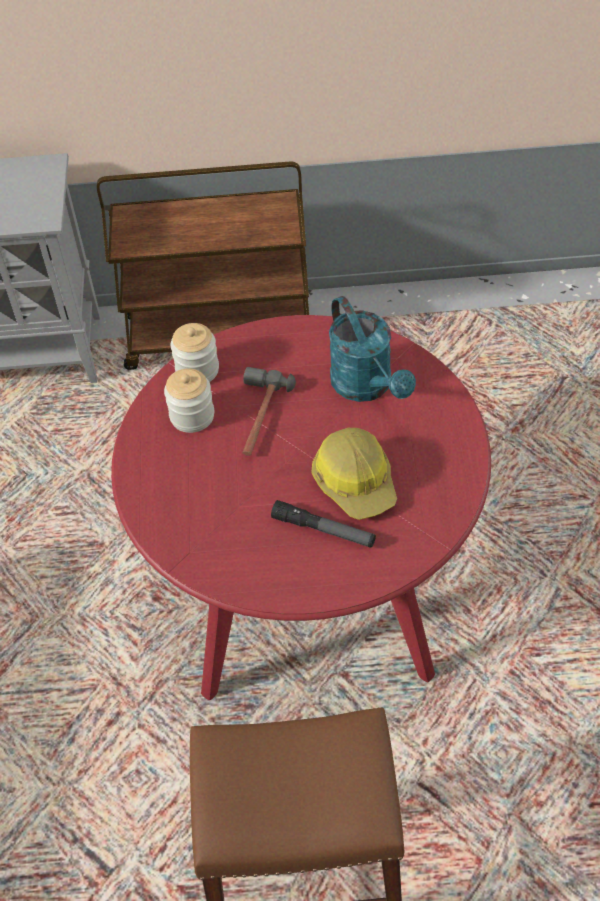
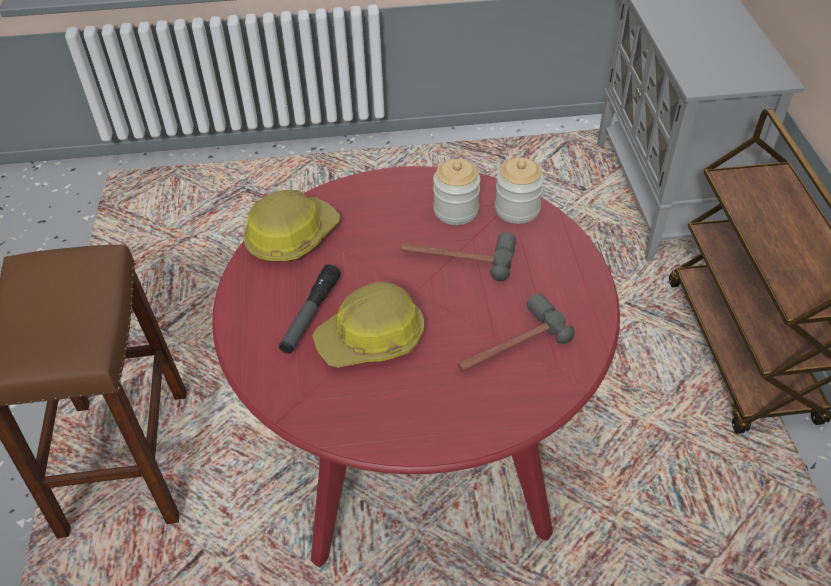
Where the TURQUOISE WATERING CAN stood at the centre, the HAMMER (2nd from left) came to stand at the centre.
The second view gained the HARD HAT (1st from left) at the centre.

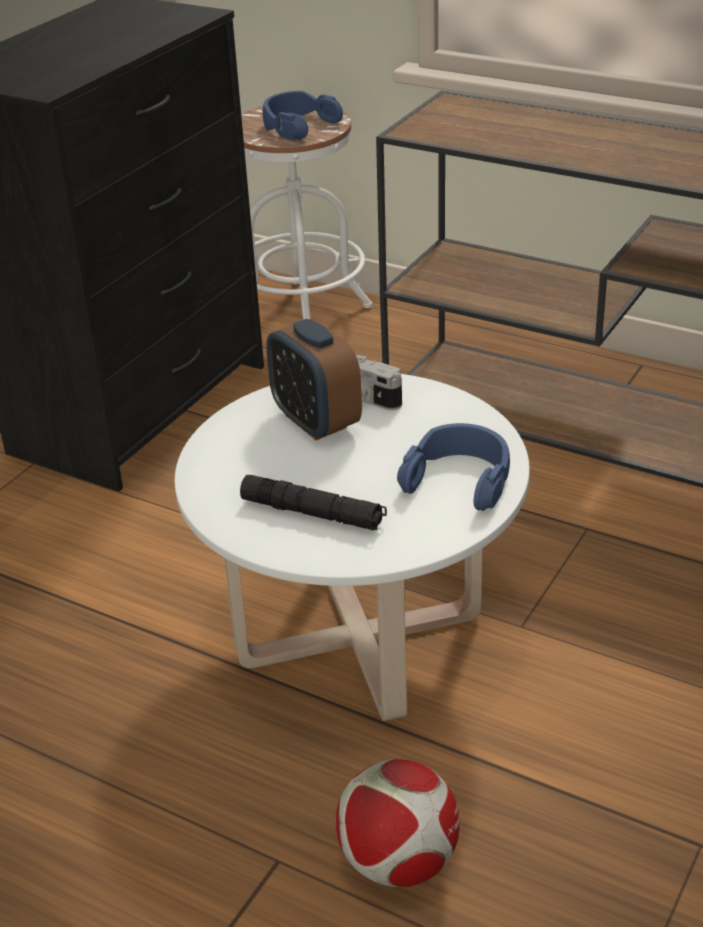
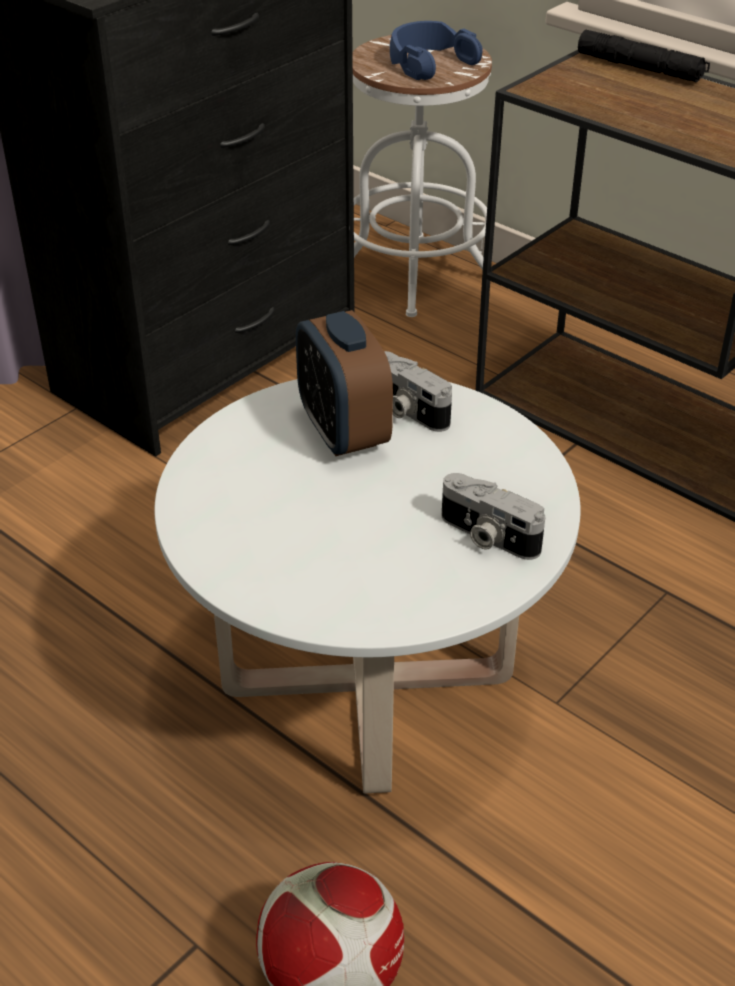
The BLACK FLASHLIGHT ended up elsewhere, having gone from the centre to the top right.
Where the BLUE HEADPHONES (2nd from left) stood at the centre, the PHOTO CAMERA (2nd from left) came to stand at the middle right.

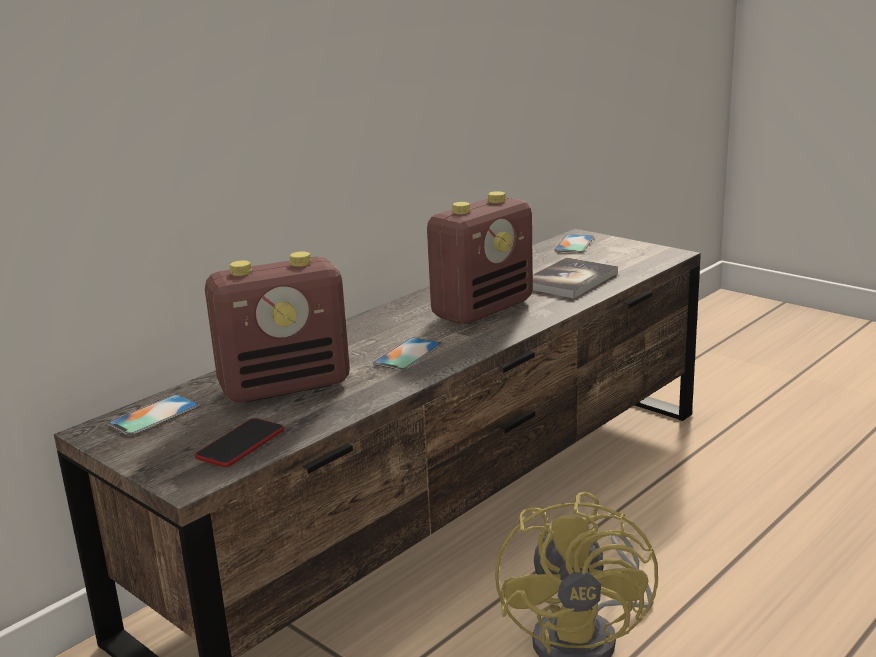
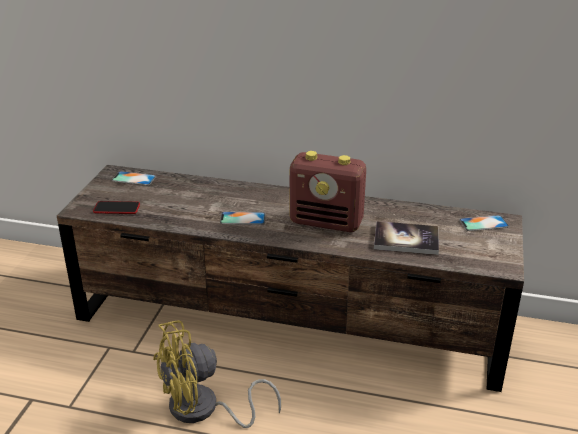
The second view lost the RADIO (1st from left) at the middle left.

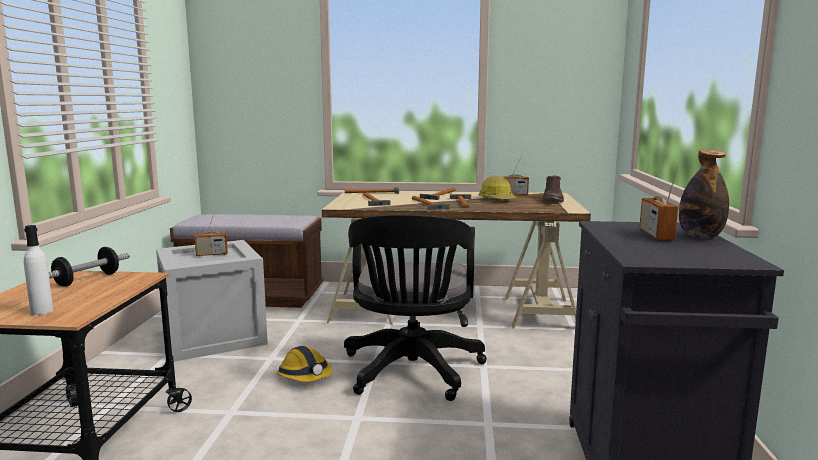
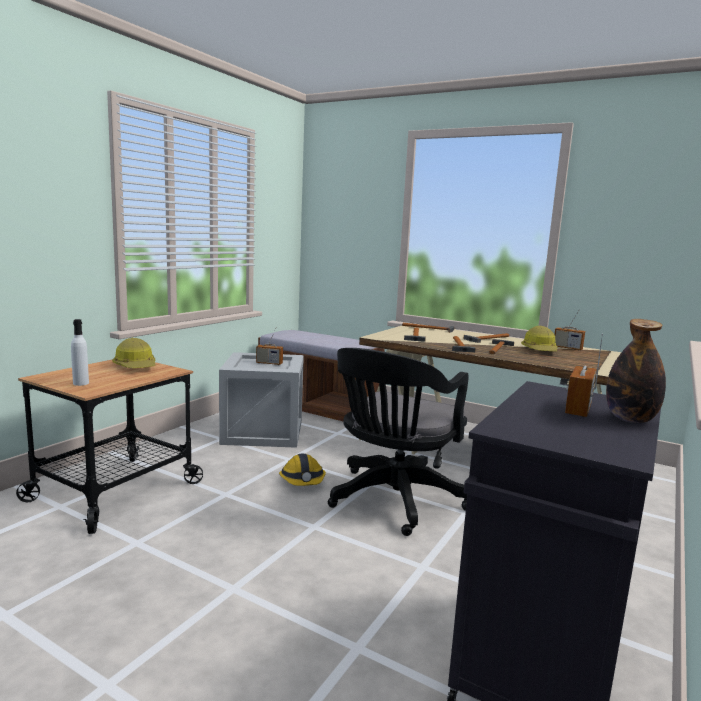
Where the DUMBBELL stood at the middle left, the HARD HAT (1st from left) came to stand at the middle left.
The second view lost the BROWN BOOT at the middle right.

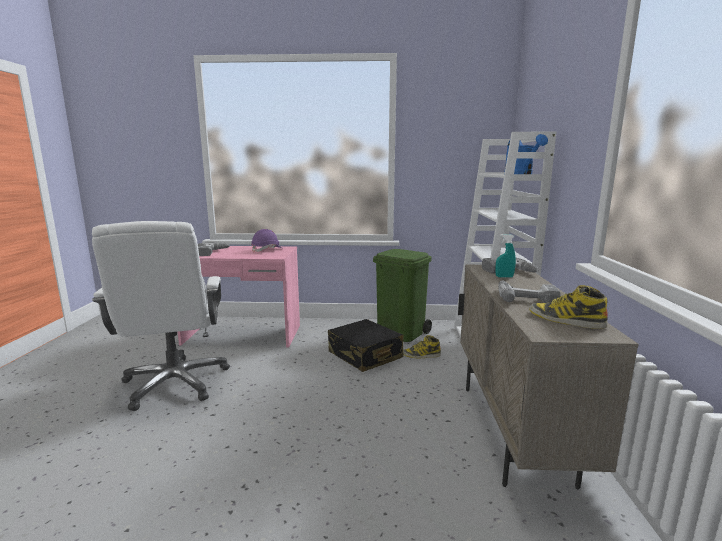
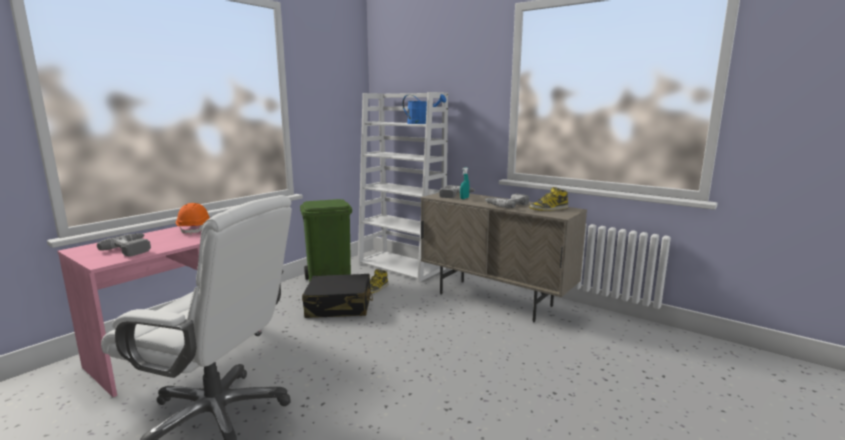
What was the PURPLE HARD HAT at the centre turned into the ORANGE HARD HAT at the middle left.

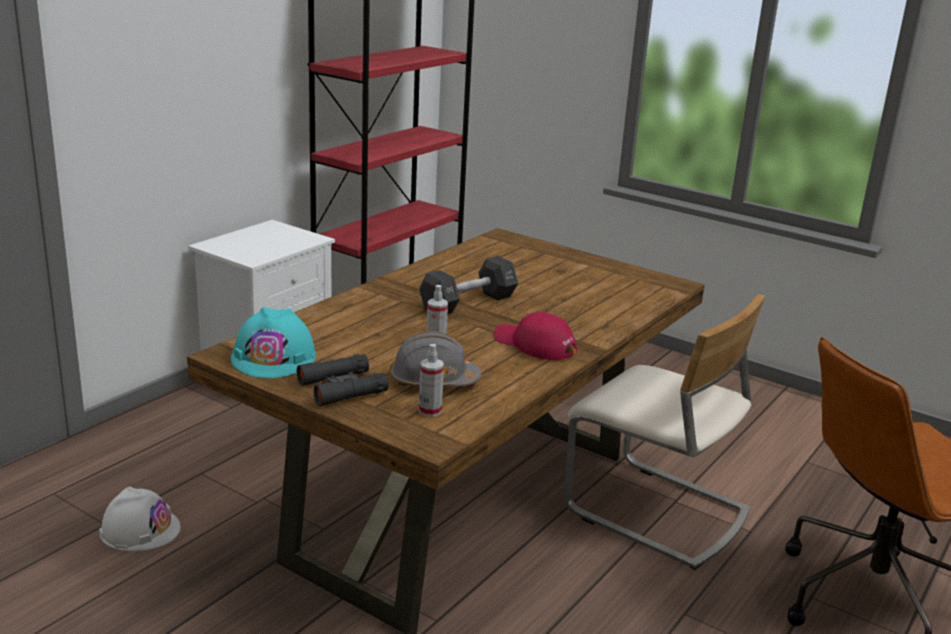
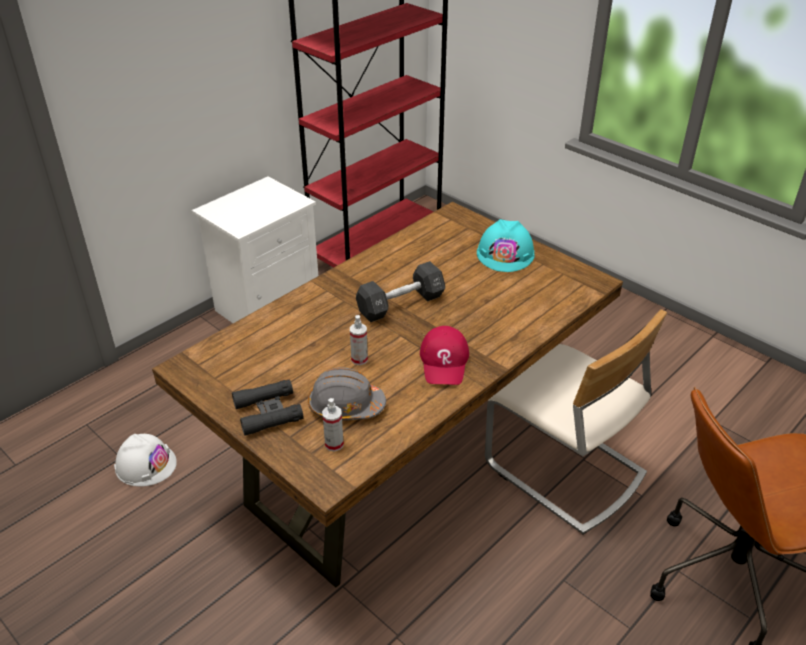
The TURQUOISE HARD HAT ended up elsewhere, having gone from the middle left to the centre.
The RED CAP at the centre ended up facing another way, 135 degrees counterclockwise from before.

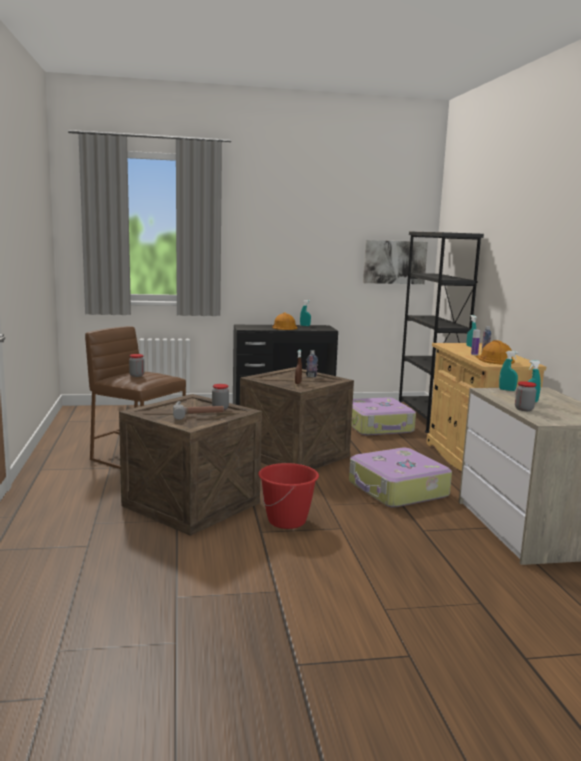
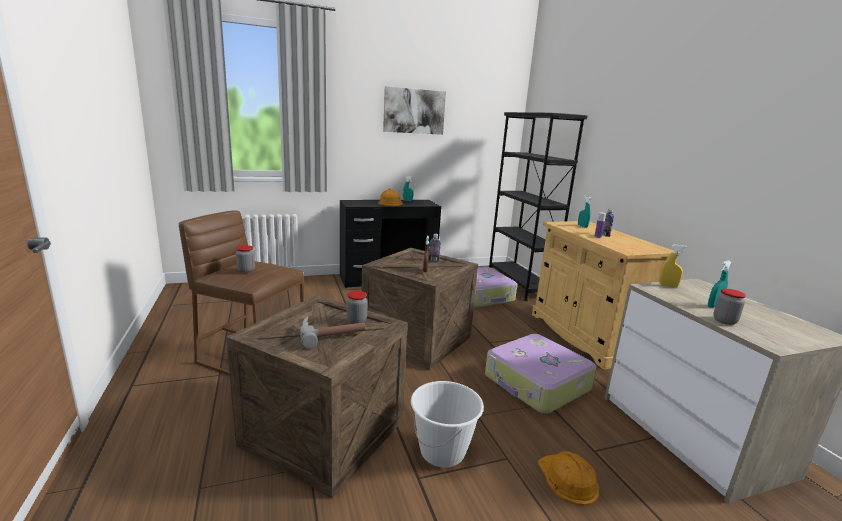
What was the RED BUCKET at the centre turned into the WHITE BUCKET at the bottom centre.
The PICTURE ended up elsewhere, having gone from the middle right to the top centre.
The ORANGE HARD HAT (2nd from left) ended up elsewhere, having gone from the middle right to the bottom right.
What was the TURQUOISE SPRAY BOTTLE (3rd from left) at the middle right turned into the YELLOW SPRAY BOTTLE at the middle right.

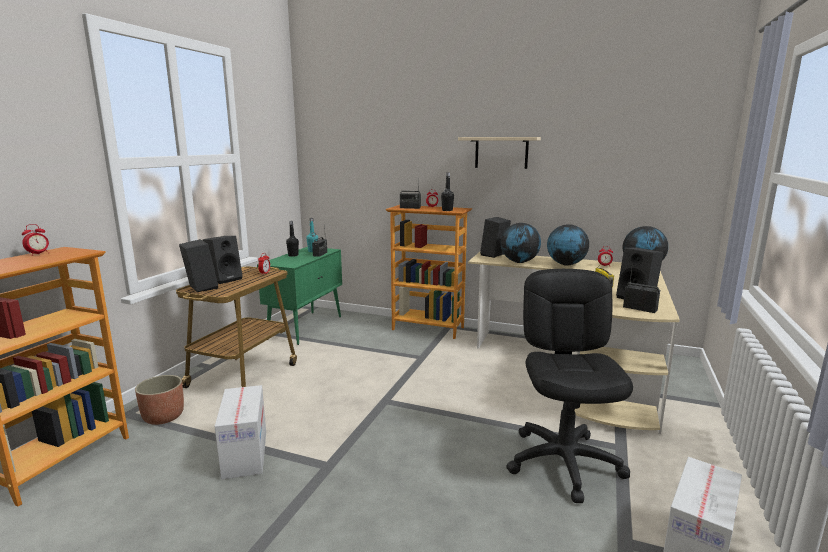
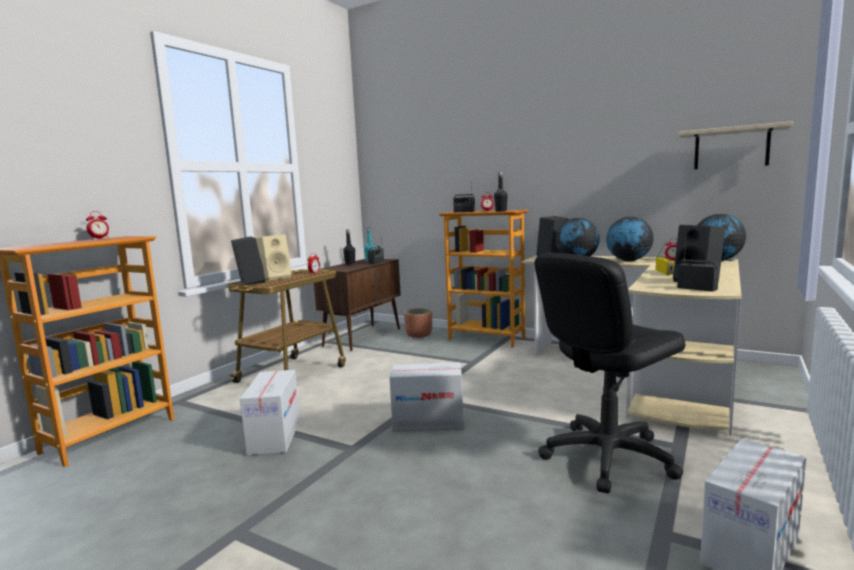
The PLANTER ended up elsewhere, having gone from the bottom left to the centre.
What was the BLACK SPEAKER (2nd from left) at the middle left turned into the BEIGE SPEAKER at the middle left.
What was the GREEN CABINET at the centre turned into the BROWN CABINET at the centre.
The BEIGE SHELF ended up elsewhere, having gone from the top centre to the top right.
The BLACK OFFICE CHAIR at the bottom right ended up facing another way, 135 degrees counterclockwise from before.
The second view gained the CARDBOARD BOX (2nd from left) at the bottom centre.

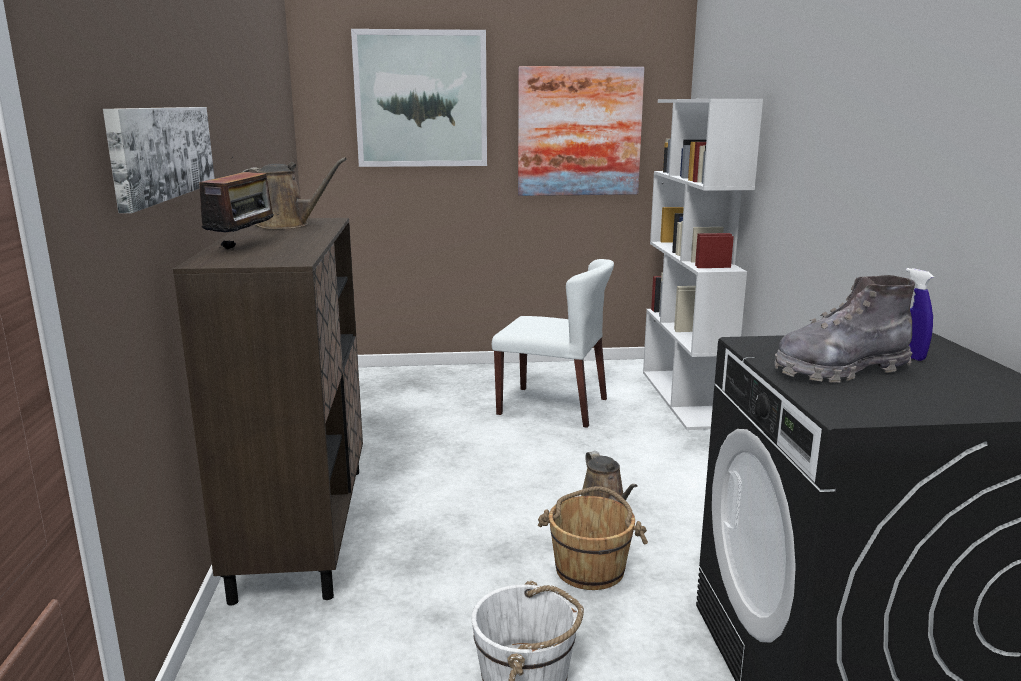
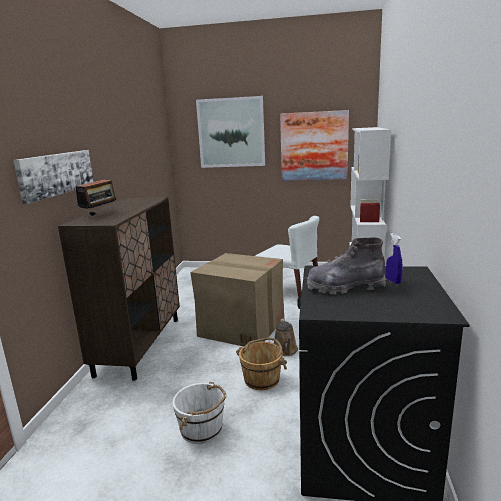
The second view lost the BROWN WATERING CAN (1st from left) at the top left.
The second view gained the CARDBOARD BOX at the centre.

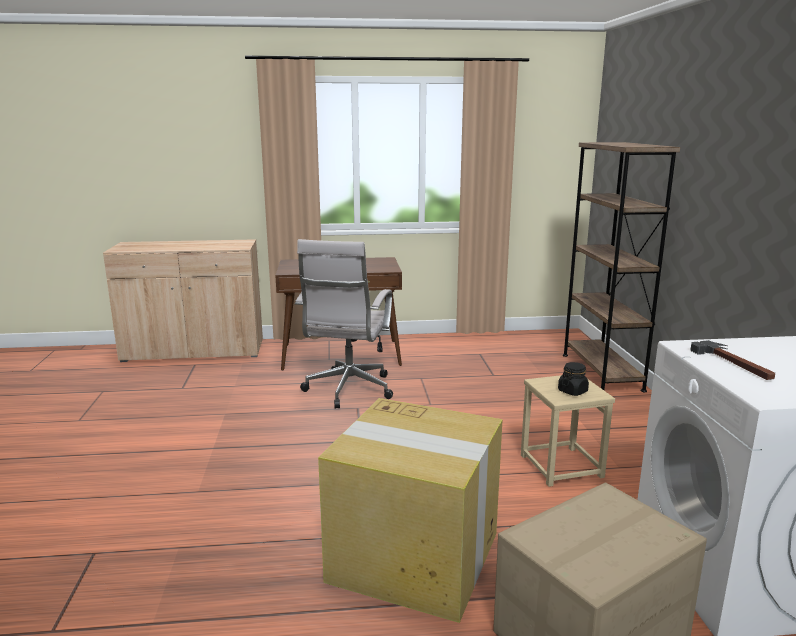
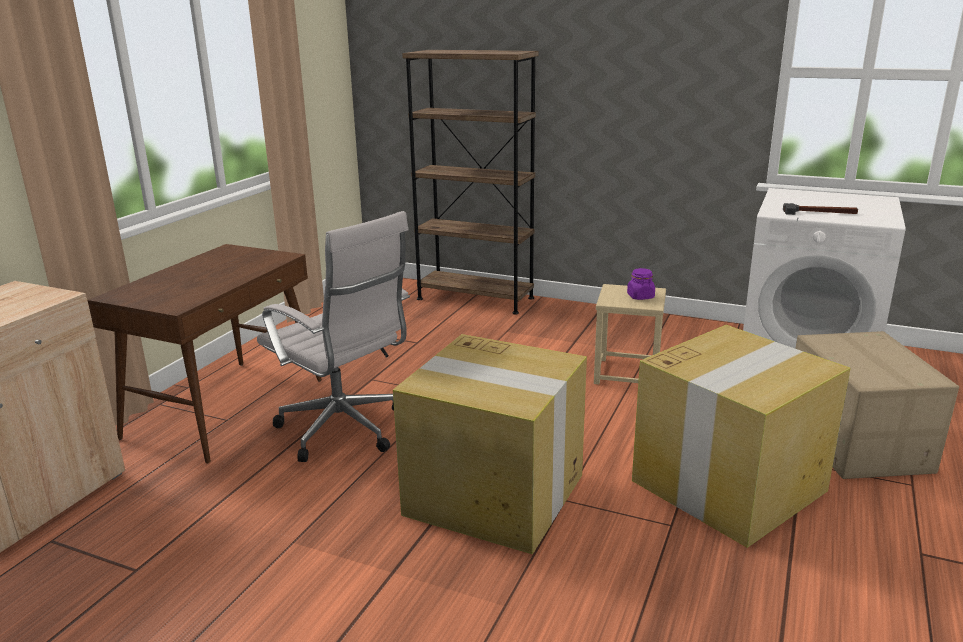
What was the BLACK JAR at the middle right turned into the PURPLE JAR at the centre.
The second view gained the CARDBOARD BOX (1st from left) at the bottom centre.

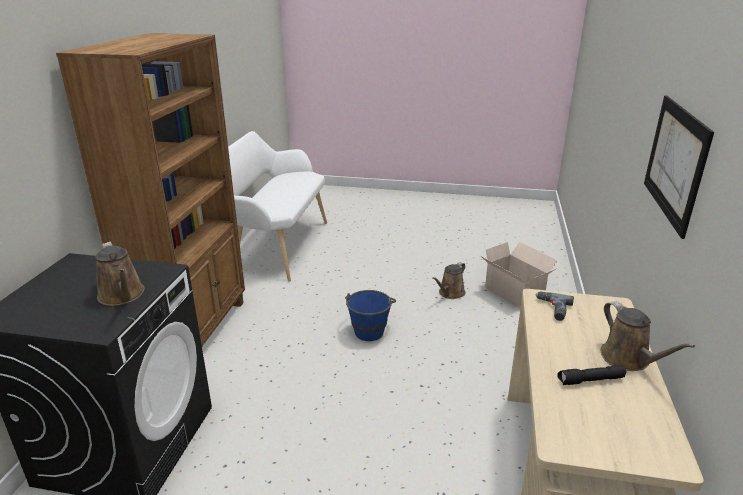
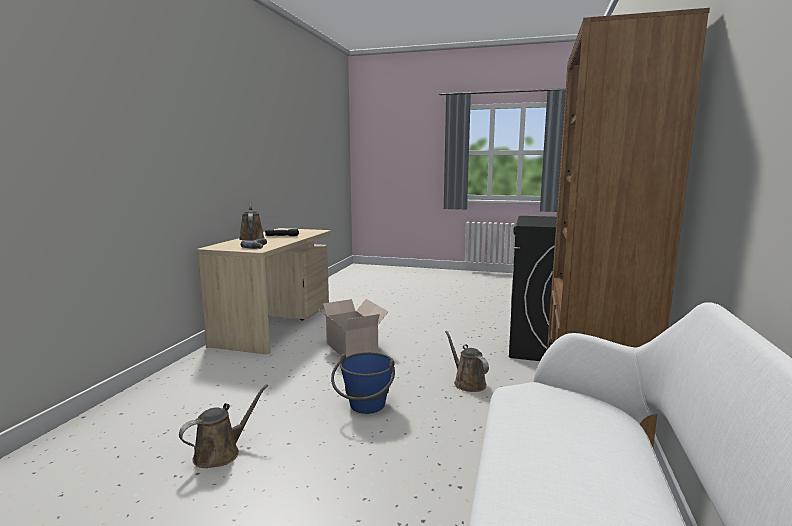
The BROWN WATERING CAN (1st from left in the first image) ended up elsewhere, having gone from the middle left to the bottom centre.
The CARDBOARD BOX ended up elsewhere, having gone from the middle right to the centre.
The second view lost the PICTURE at the middle right.

